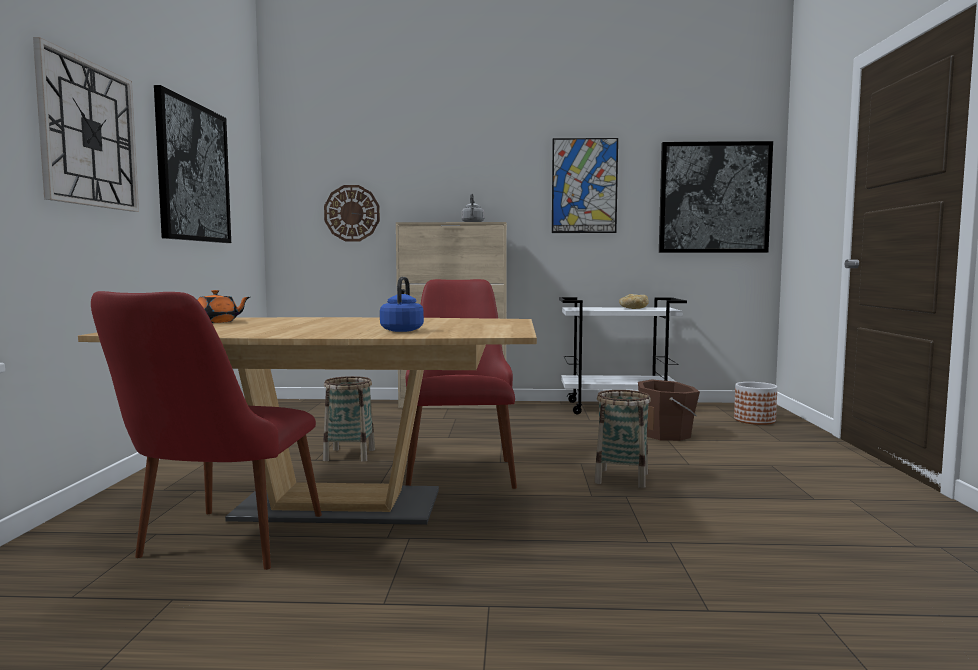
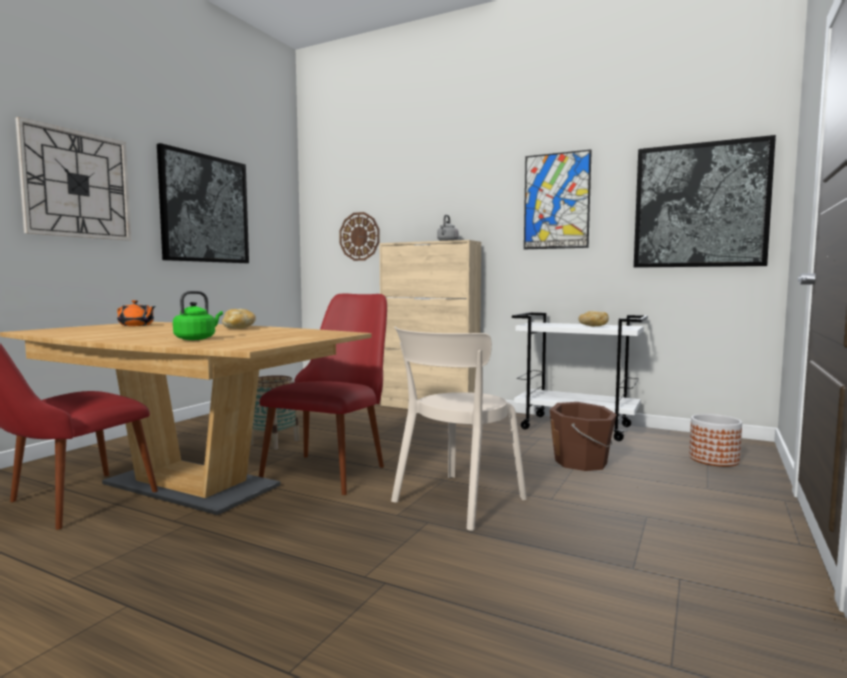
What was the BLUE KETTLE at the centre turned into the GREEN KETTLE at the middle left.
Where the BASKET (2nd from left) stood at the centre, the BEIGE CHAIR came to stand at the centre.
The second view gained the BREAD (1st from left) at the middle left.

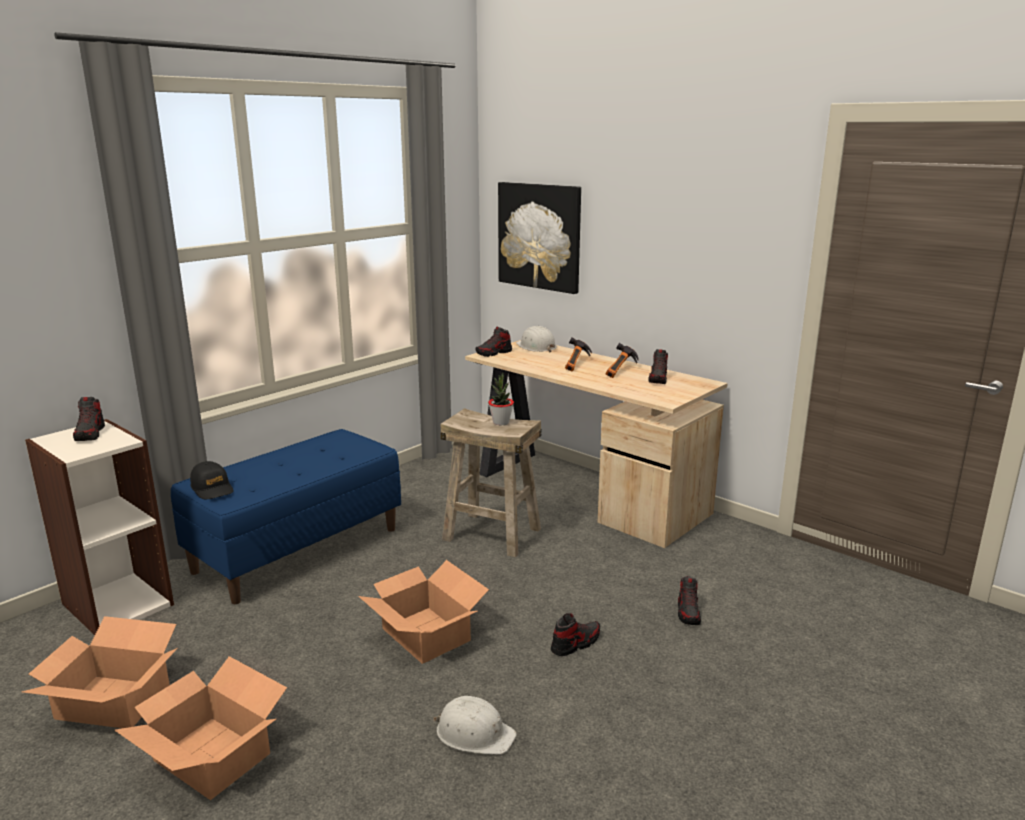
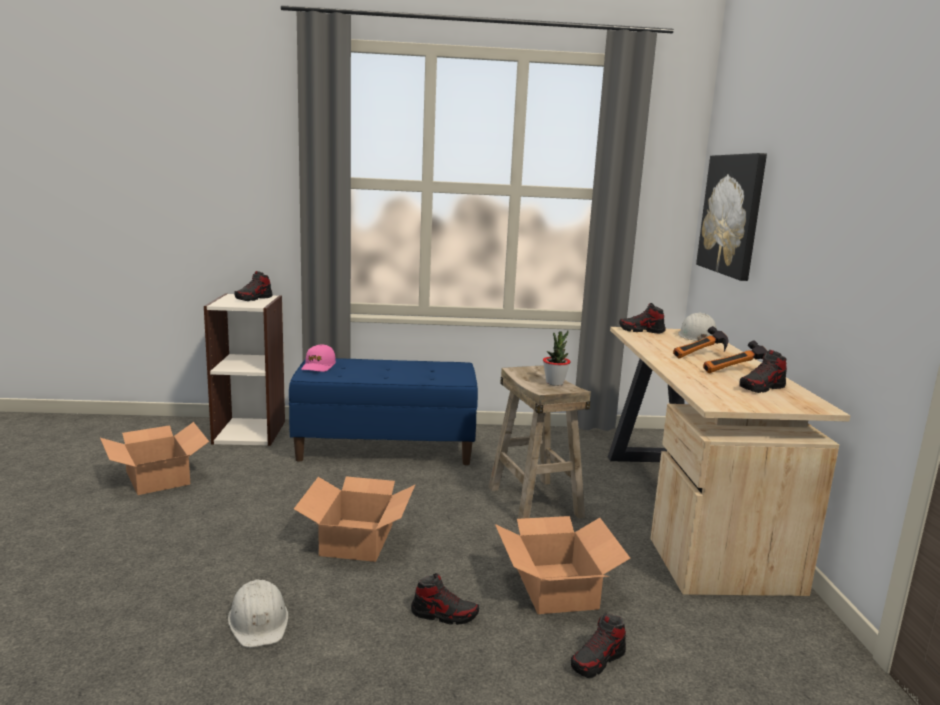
The CARDBOARD BOX (2nd from left in the first image) ended up elsewhere, having gone from the bottom left to the bottom centre.
What was the BLACK CAP at the middle left turned into the PINK CAP at the centre.

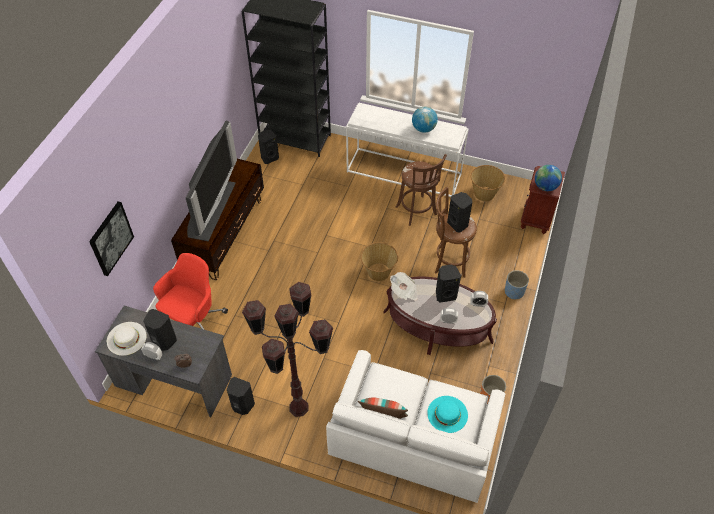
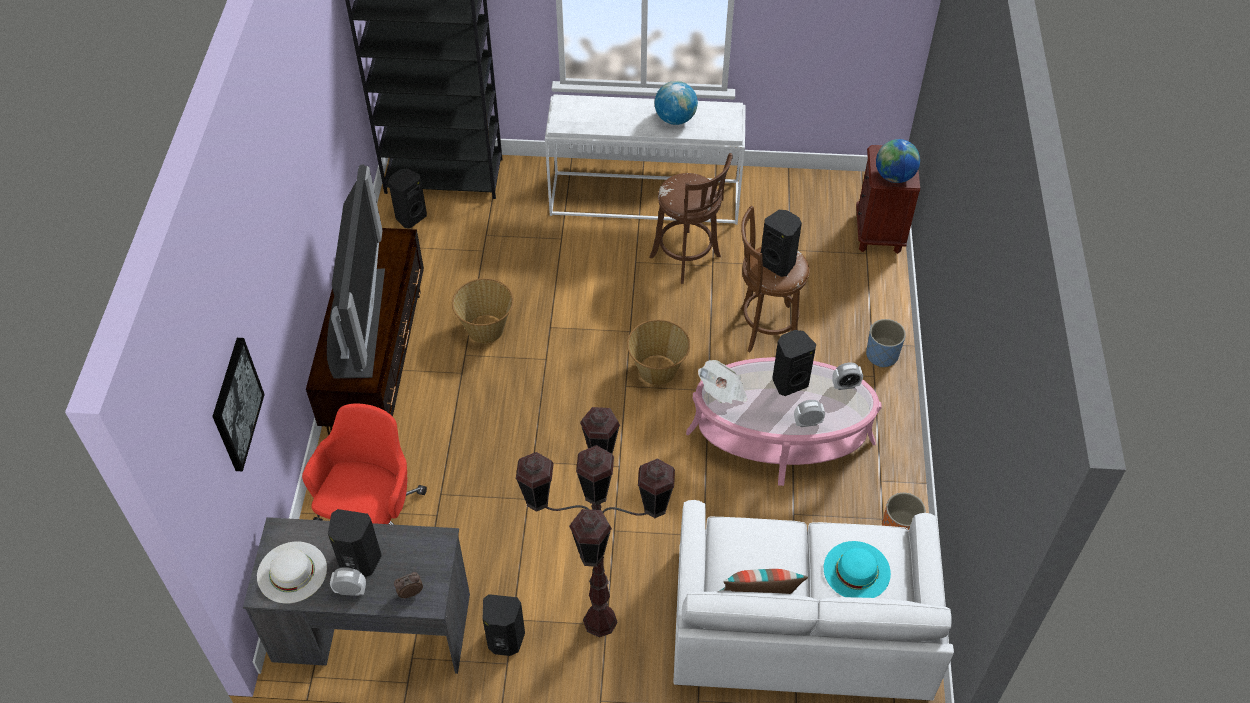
What was the BROWN COFFEE TABLE at the centre turned into the PINK COFFEE TABLE at the centre.
The BASKET (2nd from left in the first image) ended up elsewhere, having gone from the middle right to the centre.

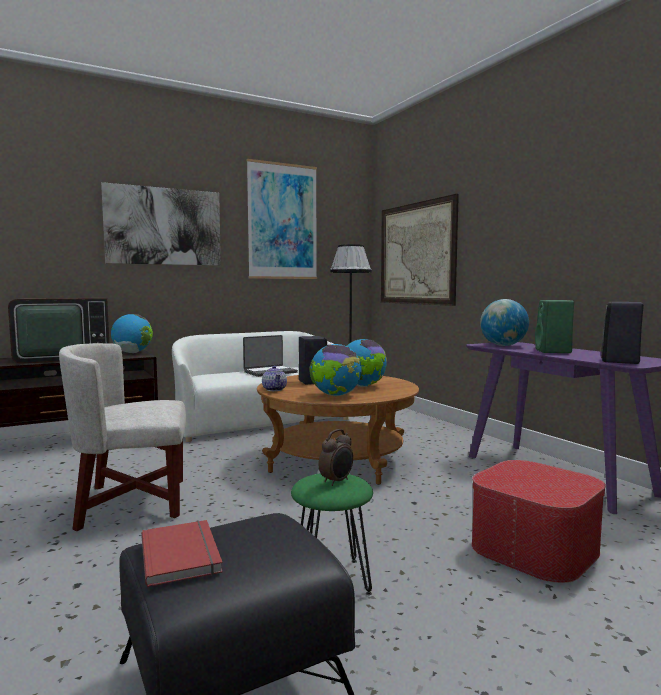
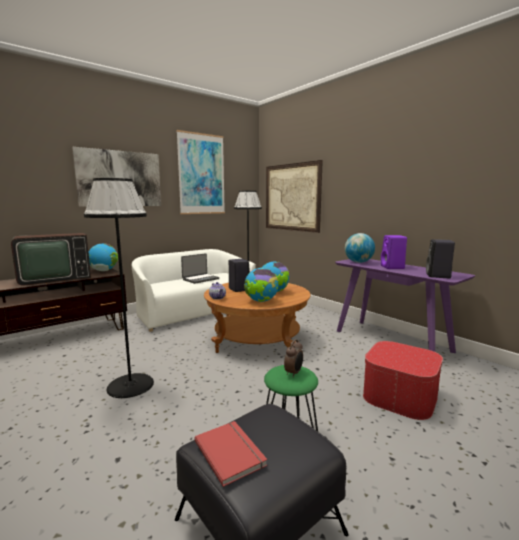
Where the WHITE ARMCHAIR stood at the middle left, the BLACK FLOOR LAMP (1st from left) came to stand at the middle left.
What was the GREEN SPEAKER at the middle right turned into the PURPLE SPEAKER at the middle right.

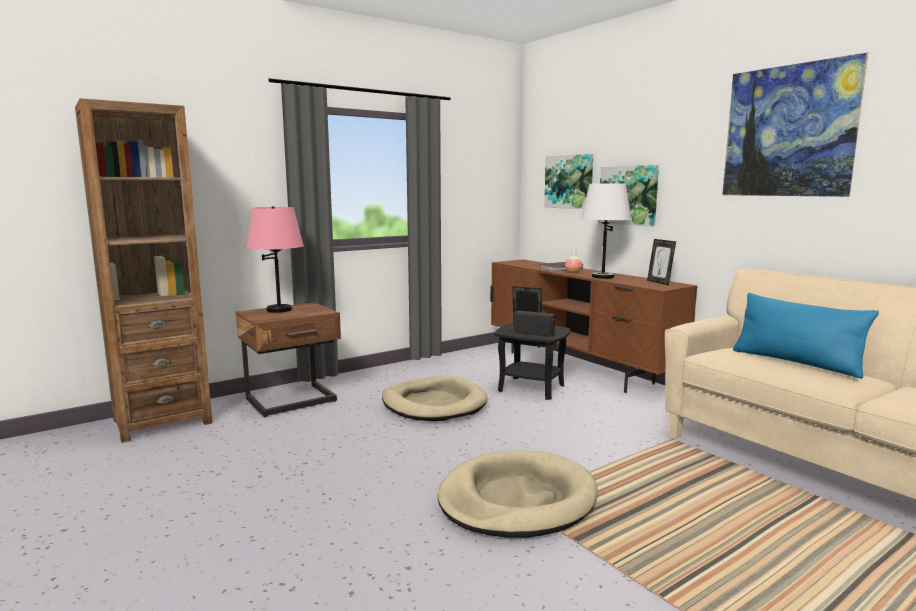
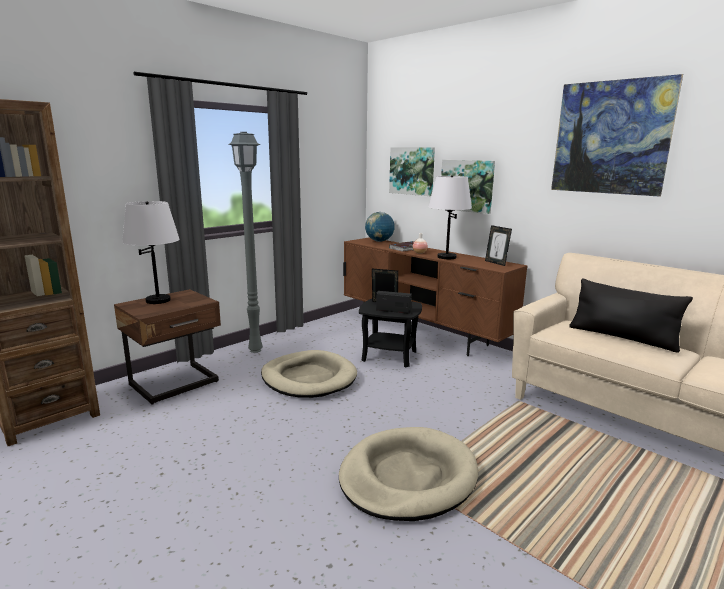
What was the PINK TABLE LAMP at the middle left turned into the WHITE TABLE LAMP (1st from left) at the middle left.
What was the BLUE PILLOW at the middle right turned into the BLACK PILLOW at the middle right.
The second view gained the GREY FLOOR LAMP at the centre.
The second view gained the GLOBE at the centre.

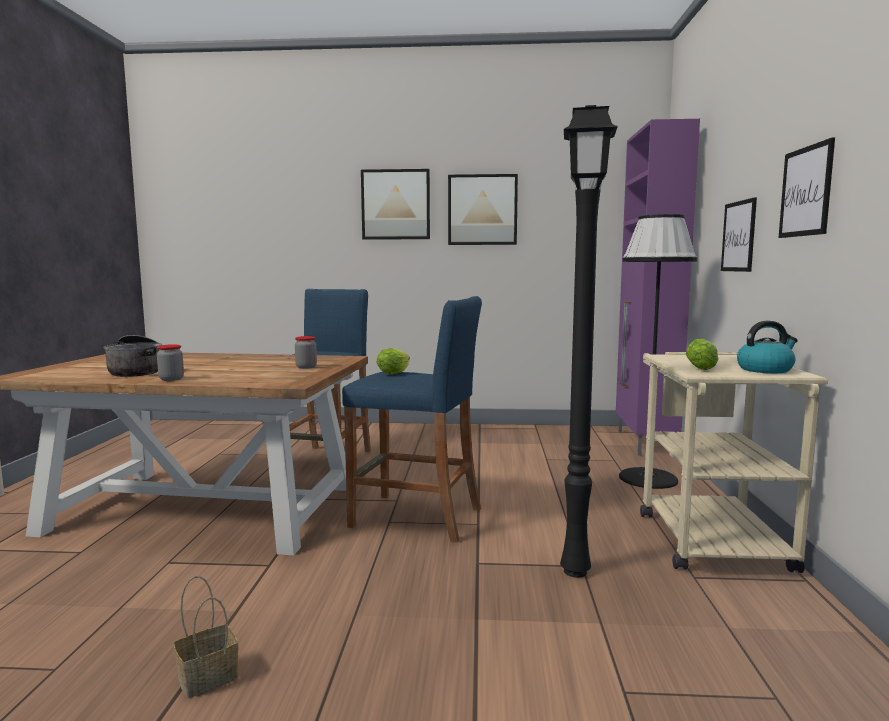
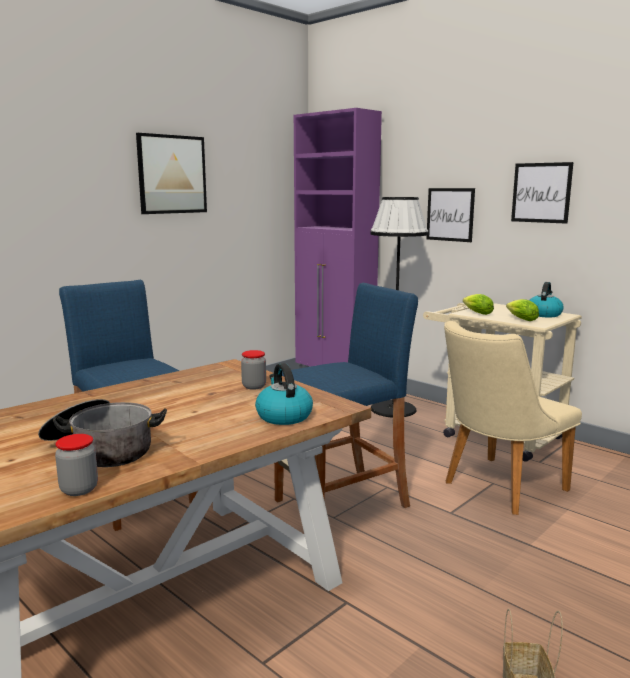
The JAR (1st from left) ended up elsewhere, having gone from the middle left to the bottom left.
The second view lost the PICTURE (1st from left) at the top centre.
The LETTUCE (1st from left) ended up elsewhere, having gone from the centre to the middle right.
Where the BLACK FLOOR LAMP (1st from left) stood at the centre, the BEIGE CHAIR came to stand at the middle right.
The second view gained the KETTLE (1st from left) at the centre.

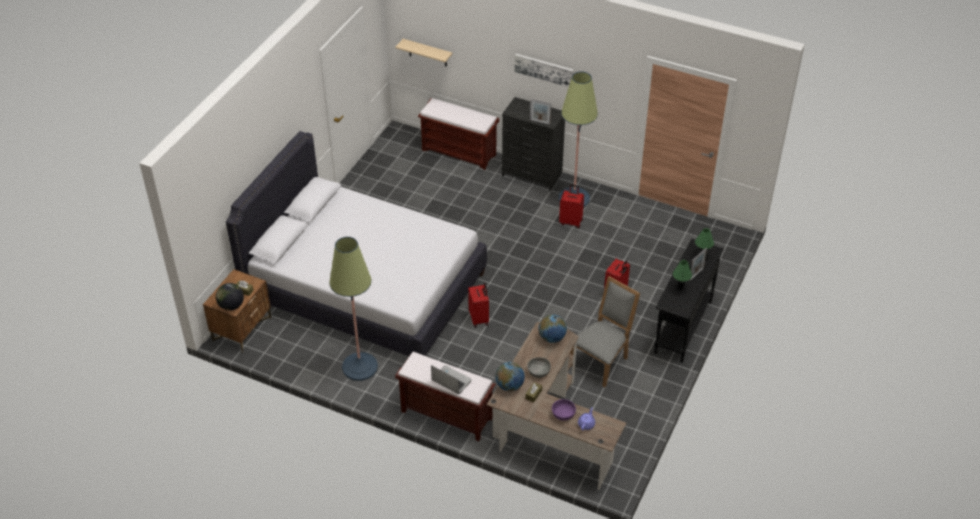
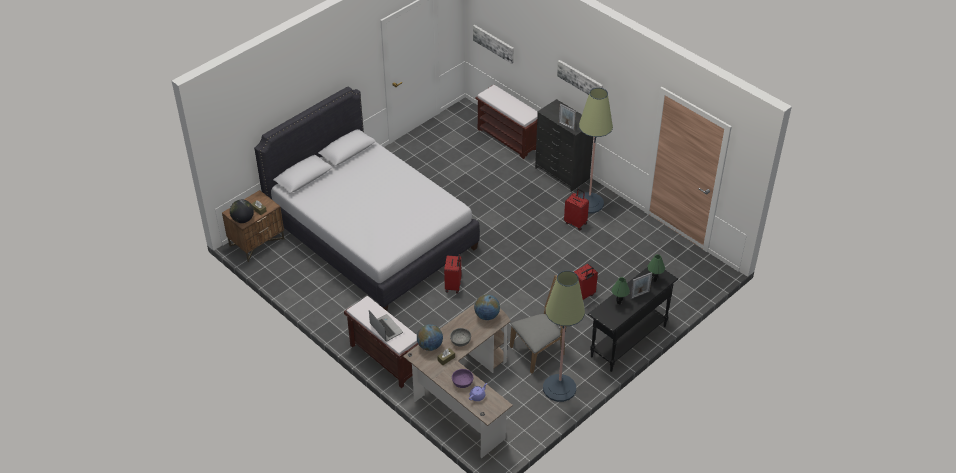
The FLOOR LAMP (1st from left) ended up elsewhere, having gone from the centre to the bottom centre.
Where the BEIGE SHELF hung at the top centre, the PICTURE (1st from left) came to hang at the top centre.

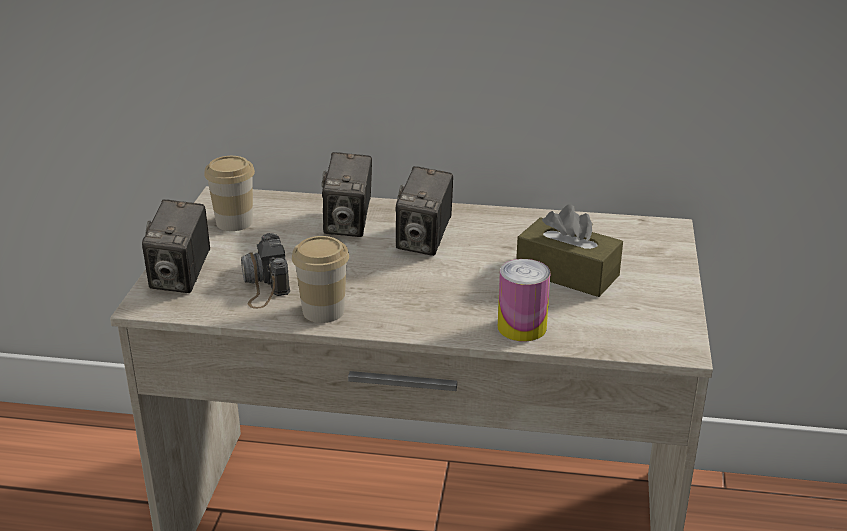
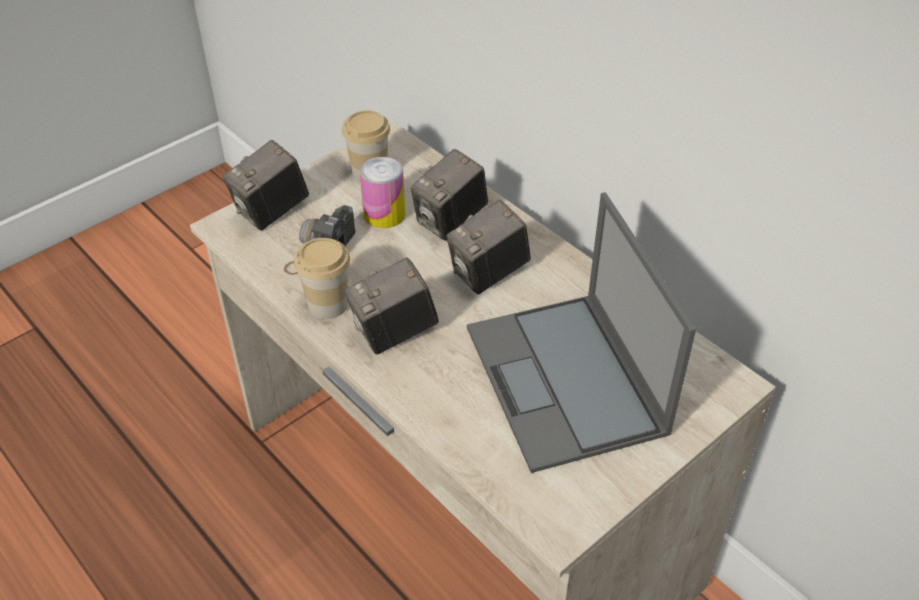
The CAN ended up elsewhere, having gone from the centre to the top centre.
Where the BROWN TISSUE BOX stood at the middle right, the LAPTOP came to stand at the centre.
The second view gained the PHOTO CAMERA (3rd from left) at the centre.

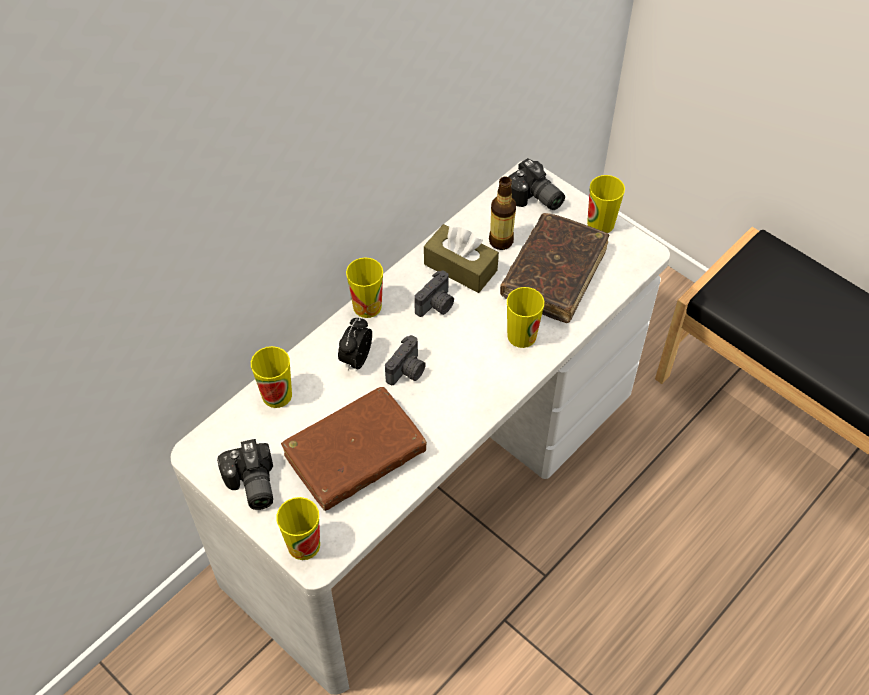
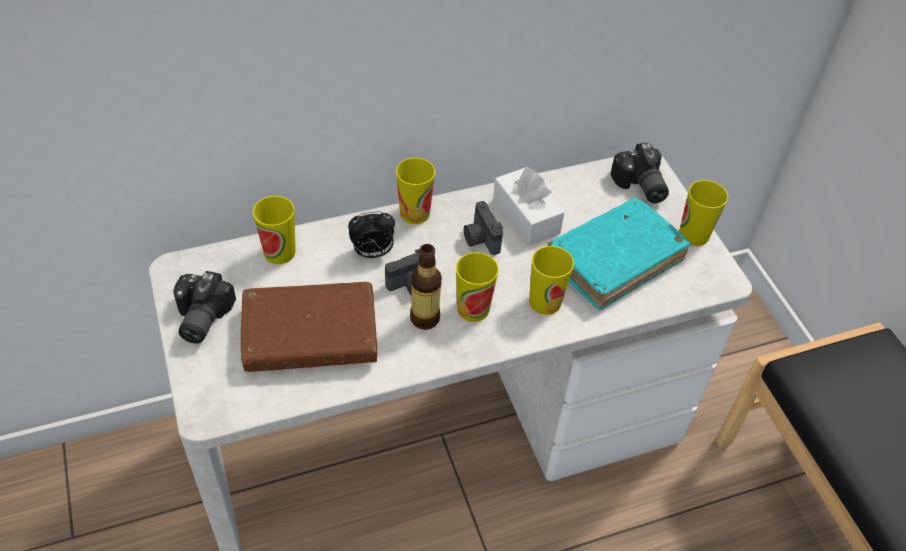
The CUP (2nd from left in the first image) ended up elsewhere, having gone from the bottom centre to the centre.
The ALARM CLOCK at the centre ended up facing another way, 150 degrees counterclockwise from before.
The PHOTO CAMERA (3rd from left) at the centre ended up facing another way, 90 degrees clockwise from before.
What was the BROWN TISSUE BOX at the centre turned into the WHITE TISSUE BOX at the centre.
The BOTTLE ended up elsewhere, having gone from the top centre to the centre.
What was the BROWN BOOK (2nd from left) at the centre turned into the TURQUOISE BOOK at the middle right.

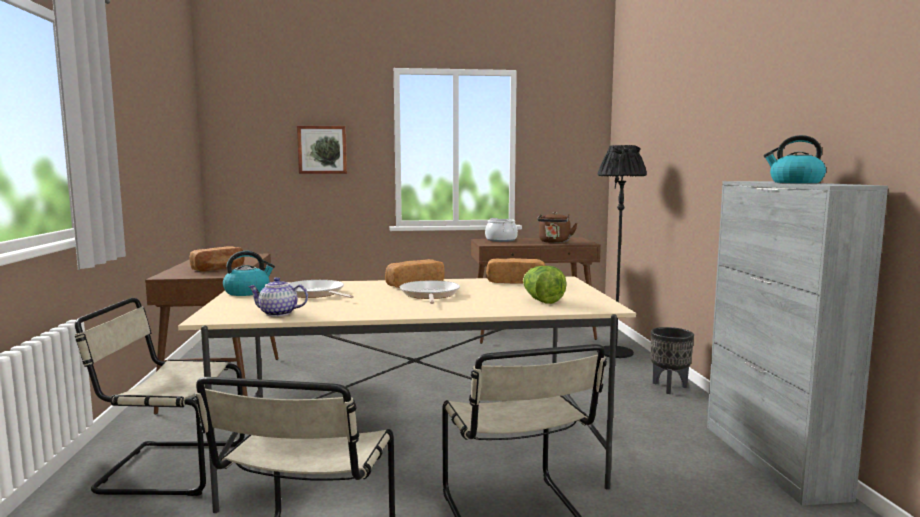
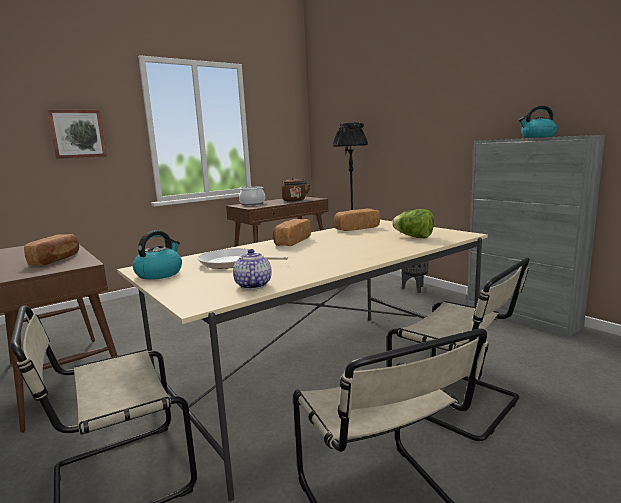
The TEAPOT at the middle left ended up facing another way, 105 degrees clockwise from before.
The second view lost the FRYING PAN (2nd from left) at the centre.

